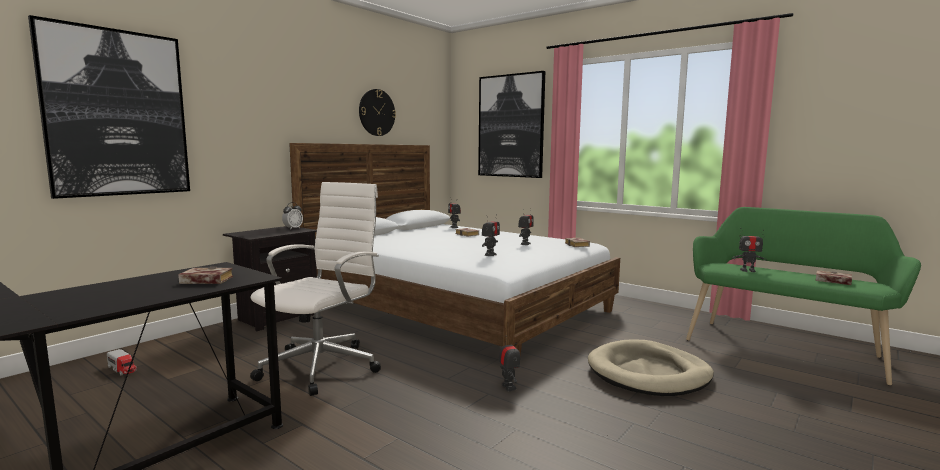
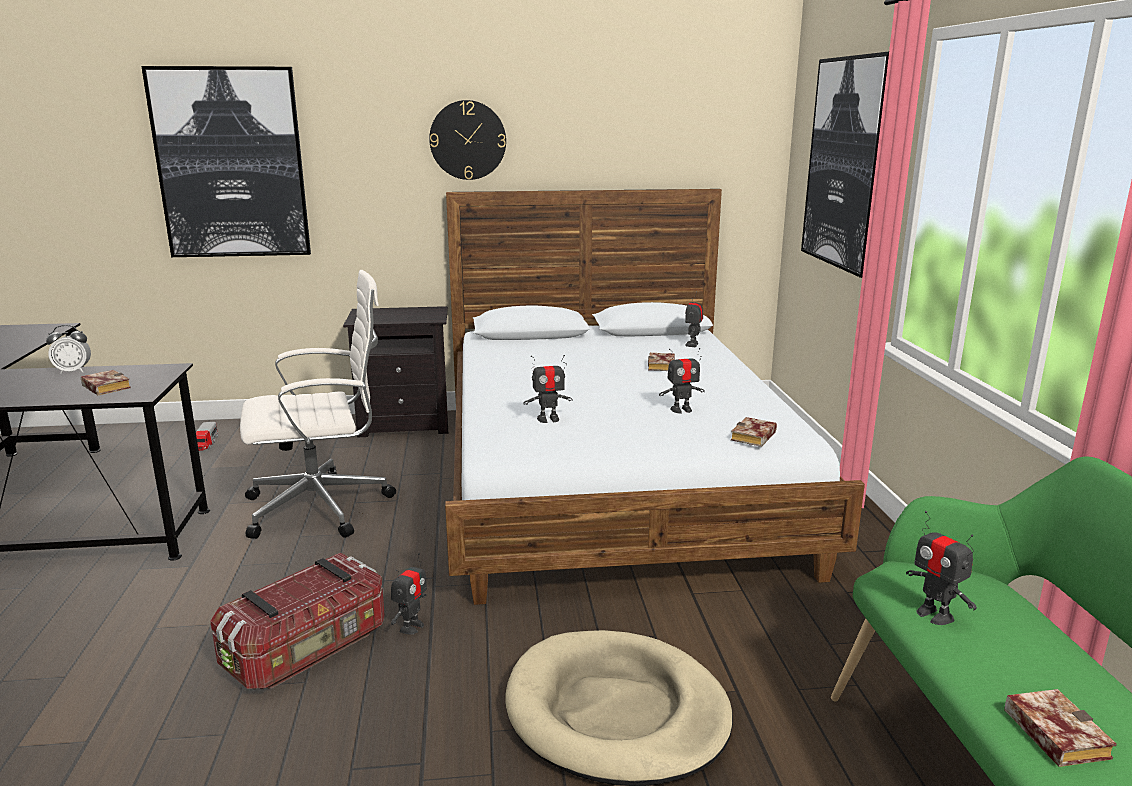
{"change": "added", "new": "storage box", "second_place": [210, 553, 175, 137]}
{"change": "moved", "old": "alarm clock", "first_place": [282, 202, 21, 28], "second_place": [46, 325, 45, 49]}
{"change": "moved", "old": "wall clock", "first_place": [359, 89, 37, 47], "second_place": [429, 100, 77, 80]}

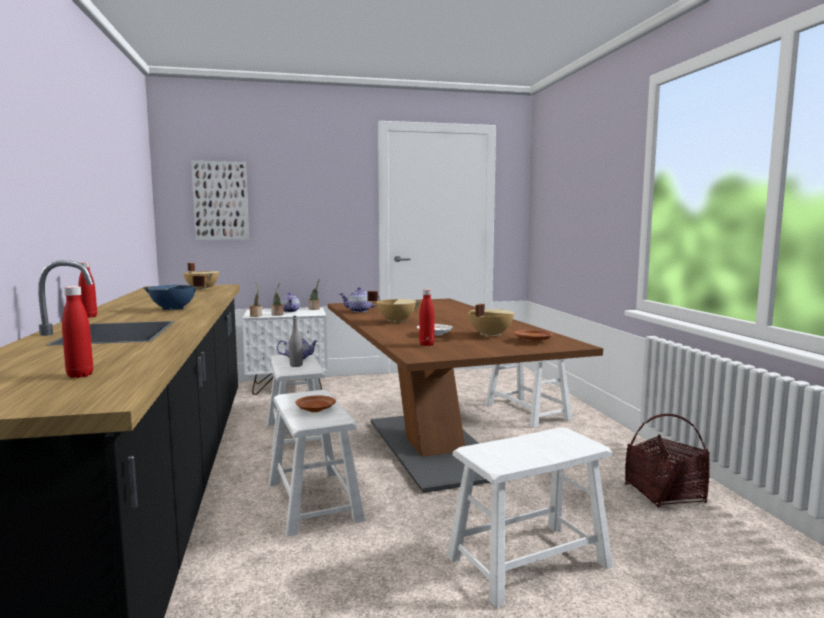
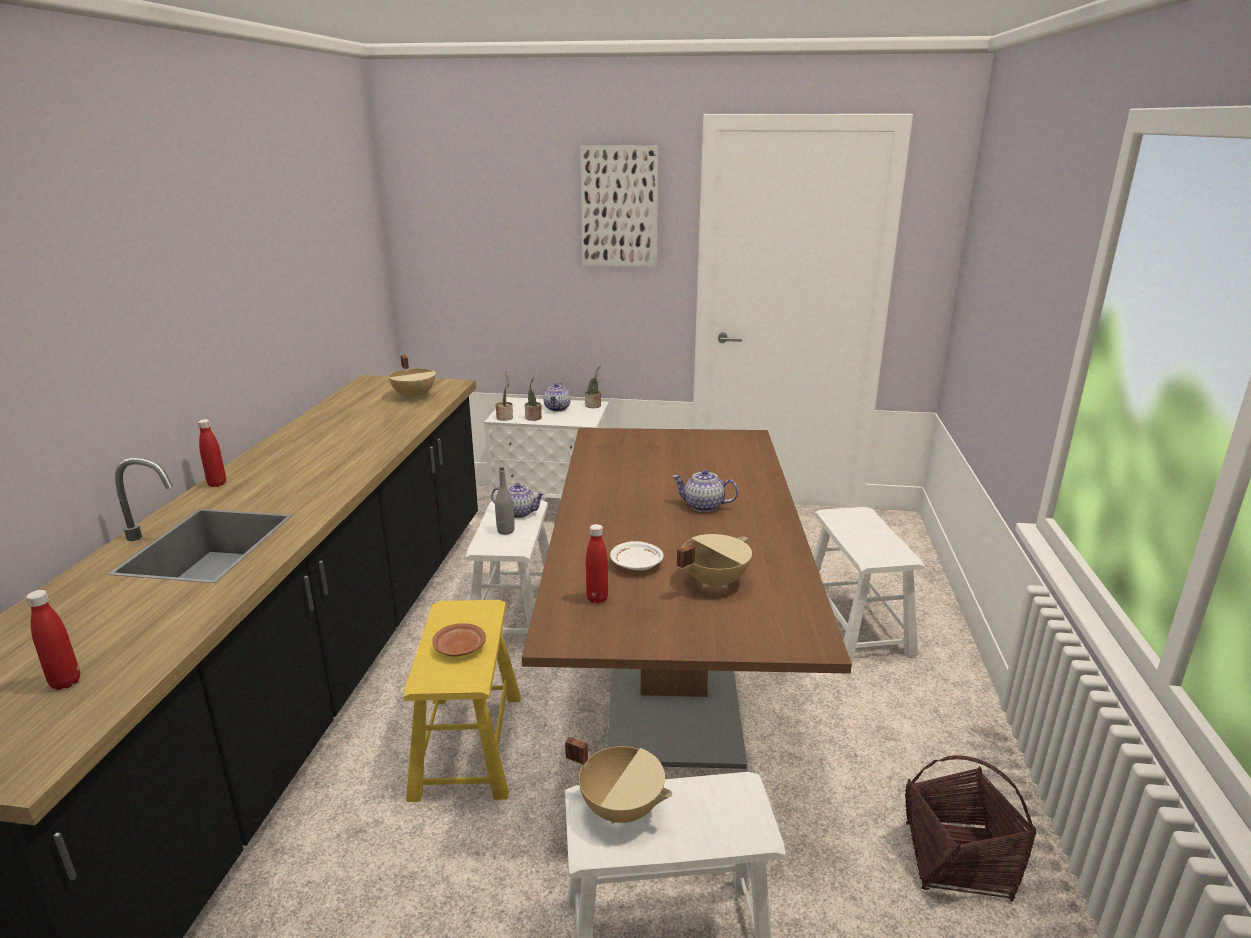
{"change": "removed", "old": "blue cooking pot", "first_place": [142, 276, 64, 35]}
{"change": "removed", "old": "brown plate", "first_place": [514, 330, 40, 12]}
{"change": "moved", "old": "picture", "first_place": [191, 161, 58, 79], "second_place": [580, 145, 79, 122]}
{"change": "moved", "old": "teapot", "first_place": [340, 287, 40, 25], "second_place": [672, 469, 66, 43]}
{"change": "moved", "old": "beige cooking pot", "first_place": [367, 291, 54, 32], "second_place": [565, 737, 107, 87]}
{"change": "recoloured", "old": "white stool", "new": "yellow stool", "first_place": [268, 390, 97, 147], "second_place": [403, 600, 118, 202]}

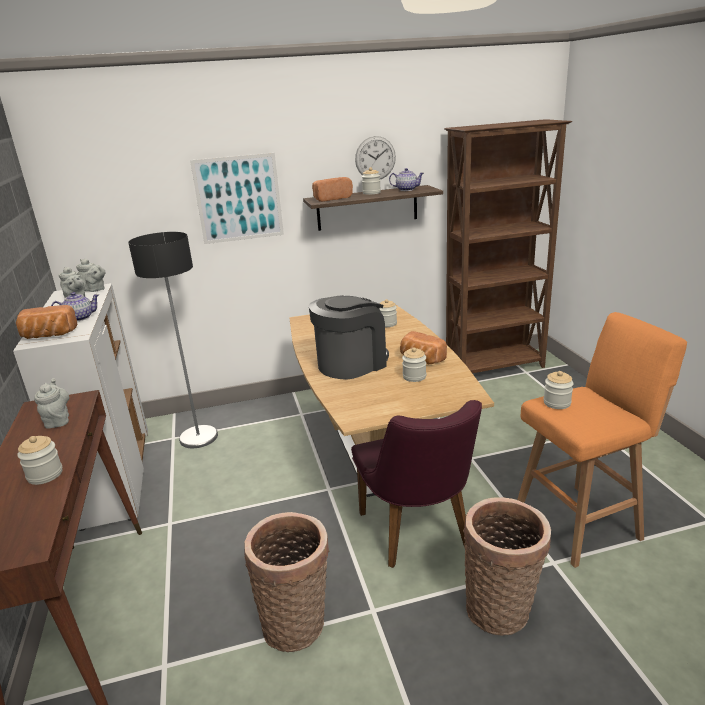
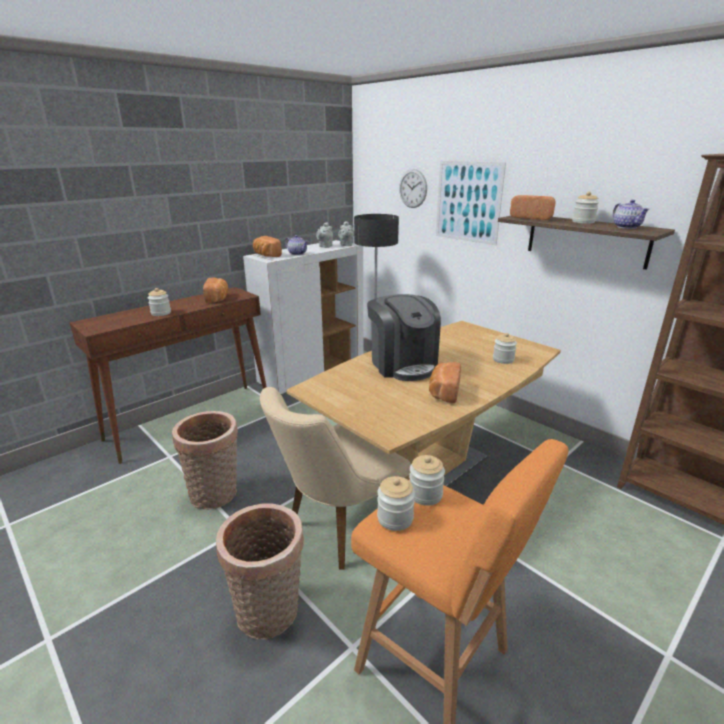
{"change": "moved", "old": "wall clock", "first_place": [355, 136, 41, 43], "second_place": [399, 169, 28, 39]}
{"change": "moved", "old": "jar", "first_place": [402, 347, 24, 35], "second_place": [377, 476, 38, 55]}
{"change": "replaced", "old": "grey teapot", "new": "bread", "first_place": [34, 378, 36, 51], "second_place": [203, 278, 25, 25]}
{"change": "recoloured", "old": "purple chair", "new": "beige chair", "first_place": [351, 400, 131, 168], "second_place": [260, 387, 151, 182]}
{"change": "turned", "old": "coffee machine", "first_place": [309, 295, 80, 85], "second_place": [367, 294, 74, 87], "degrees": 45}

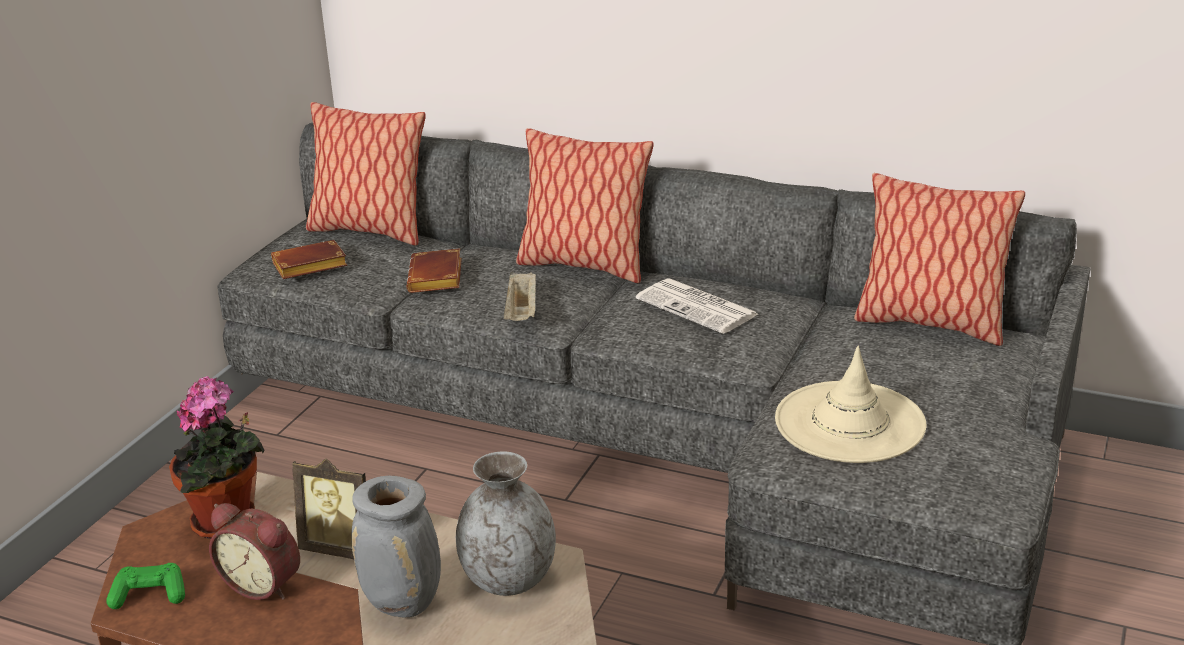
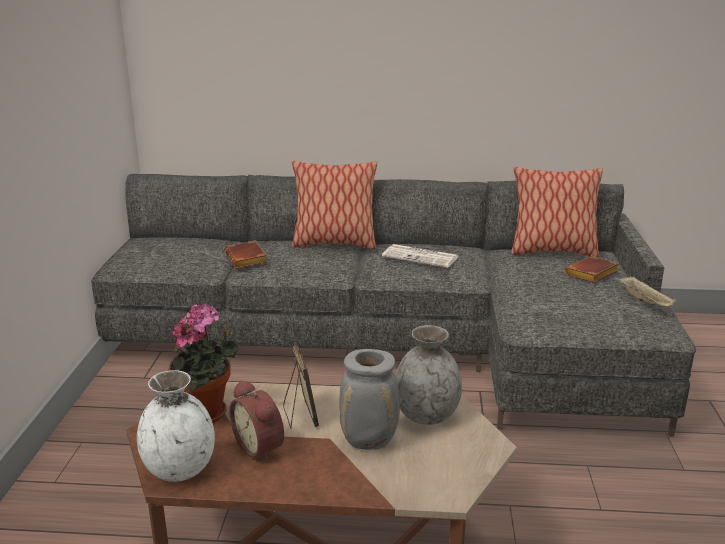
{"change": "removed", "old": "pillow", "first_place": [306, 102, 120, 144]}
{"change": "removed", "old": "beige hat", "first_place": [775, 346, 151, 117]}
{"change": "moved", "old": "brown book", "first_place": [271, 240, 76, 39], "second_place": [564, 256, 56, 27]}
{"change": "moved", "old": "beige tray", "first_place": [504, 271, 32, 50], "second_place": [618, 276, 58, 30]}
{"change": "replaced", "old": "green game controller", "new": "white vase", "first_place": [106, 563, 79, 46], "second_place": [137, 370, 78, 112]}
{"change": "turned", "old": "alarm clock", "first_place": [209, 503, 91, 97], "second_place": [229, 380, 55, 82], "degrees": 45}
{"change": "turned", "old": "picture frame", "first_place": [292, 458, 74, 101], "second_place": [283, 342, 36, 87], "degrees": -105}

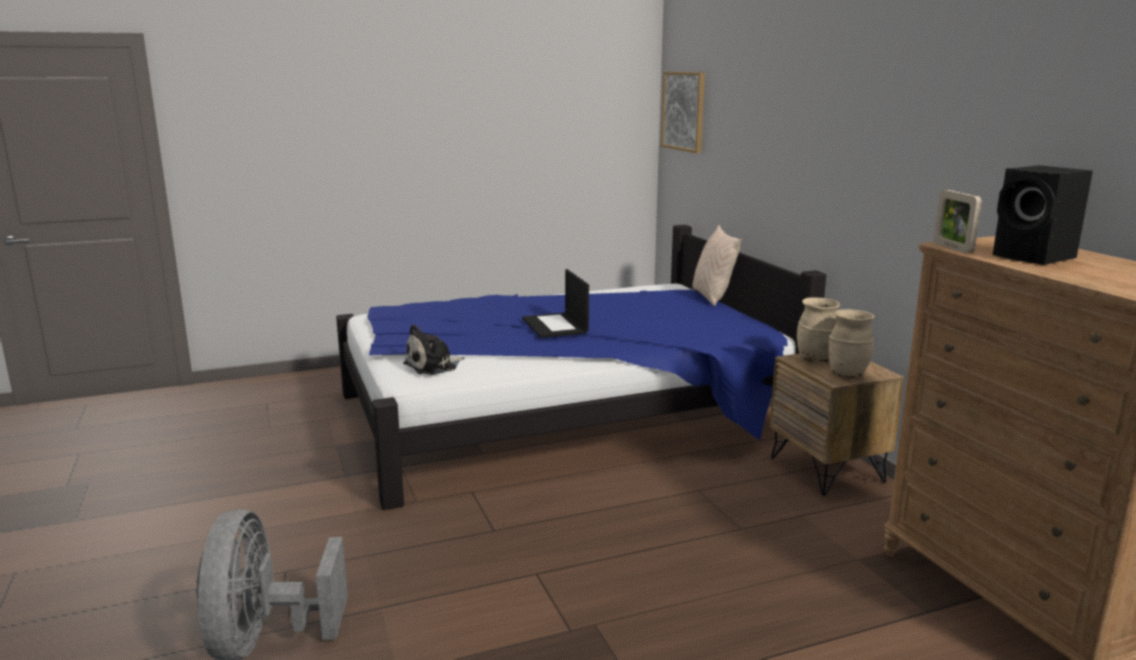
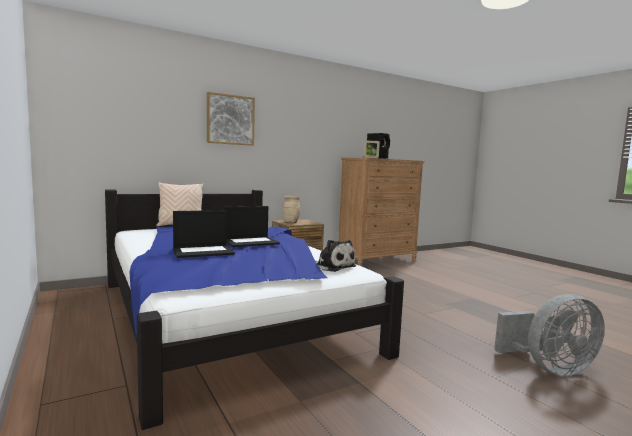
{"change": "removed", "old": "beige vase", "first_place": [829, 309, 46, 69]}
{"change": "added", "new": "laptop", "second_place": [173, 210, 62, 48]}
{"change": "moved", "old": "picture", "first_place": [661, 72, 44, 81], "second_place": [207, 92, 48, 54]}

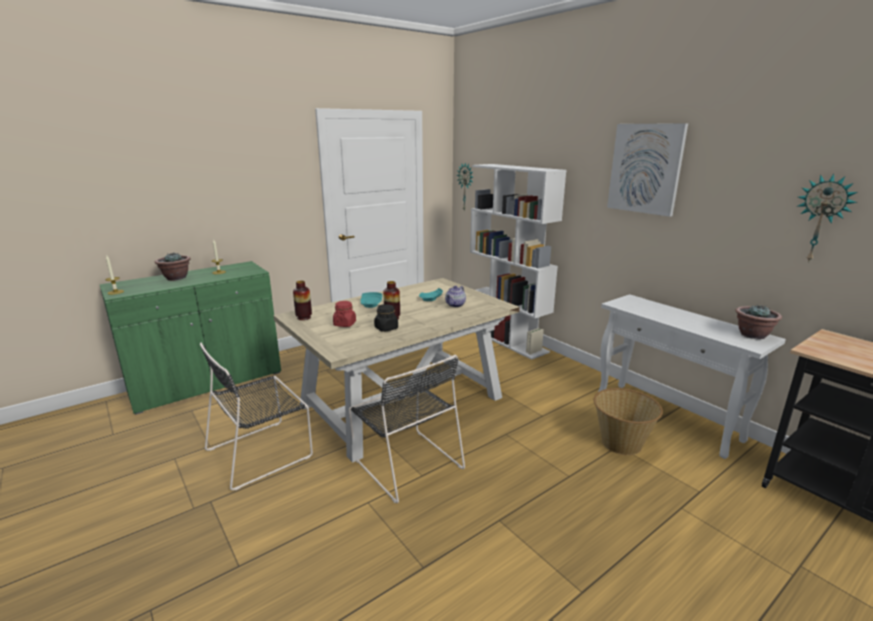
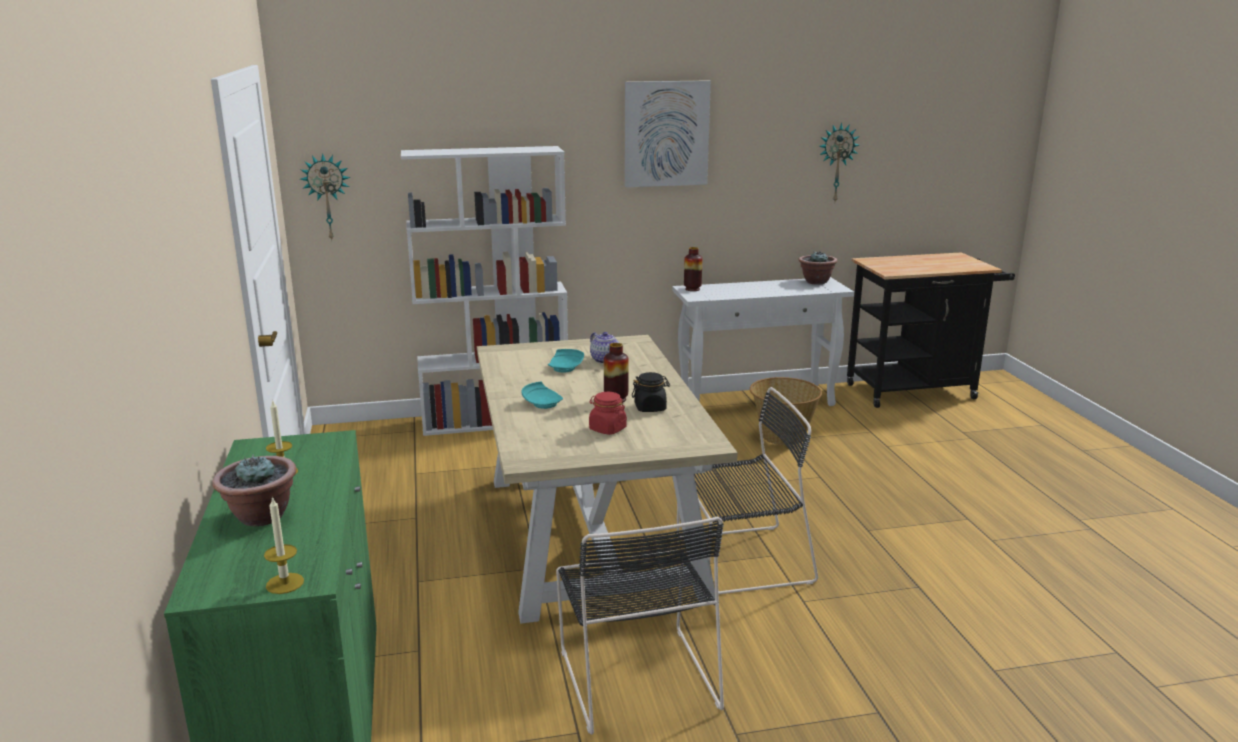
{"change": "moved", "old": "vase", "first_place": [293, 281, 19, 39], "second_place": [684, 247, 18, 44]}

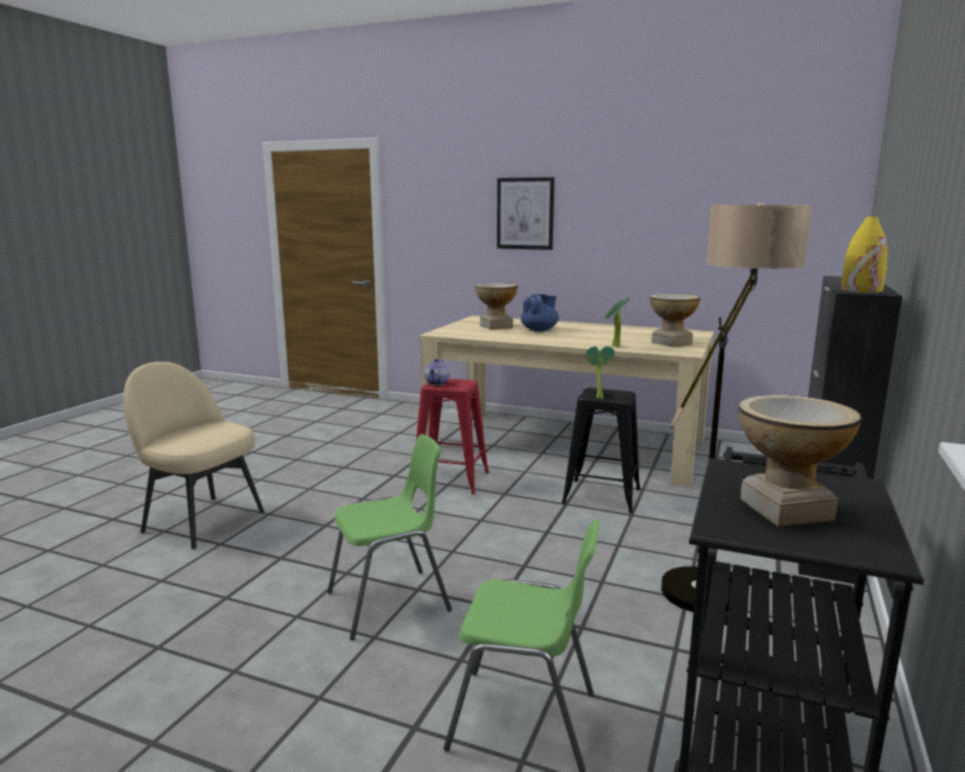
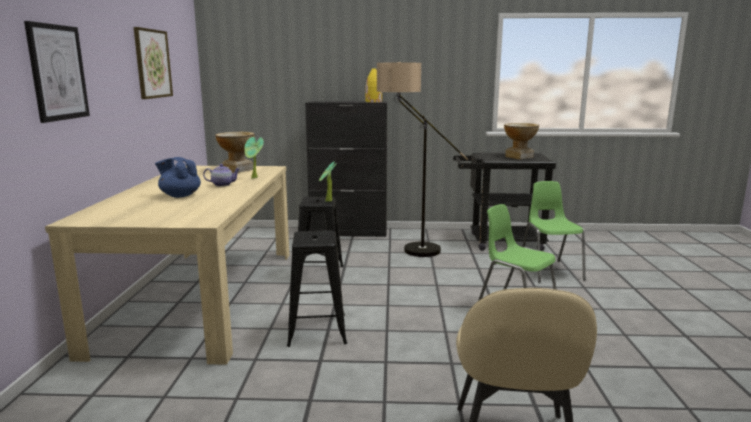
{"change": "removed", "old": "vase", "first_place": [475, 283, 43, 47]}
{"change": "added", "new": "picture", "second_place": [133, 27, 40, 72]}
{"change": "moved", "old": "teapot", "first_place": [424, 359, 26, 27], "second_place": [203, 164, 37, 22]}
{"change": "recoloured", "old": "red stool", "new": "black stool", "first_place": [416, 379, 73, 115], "second_place": [287, 230, 60, 117]}

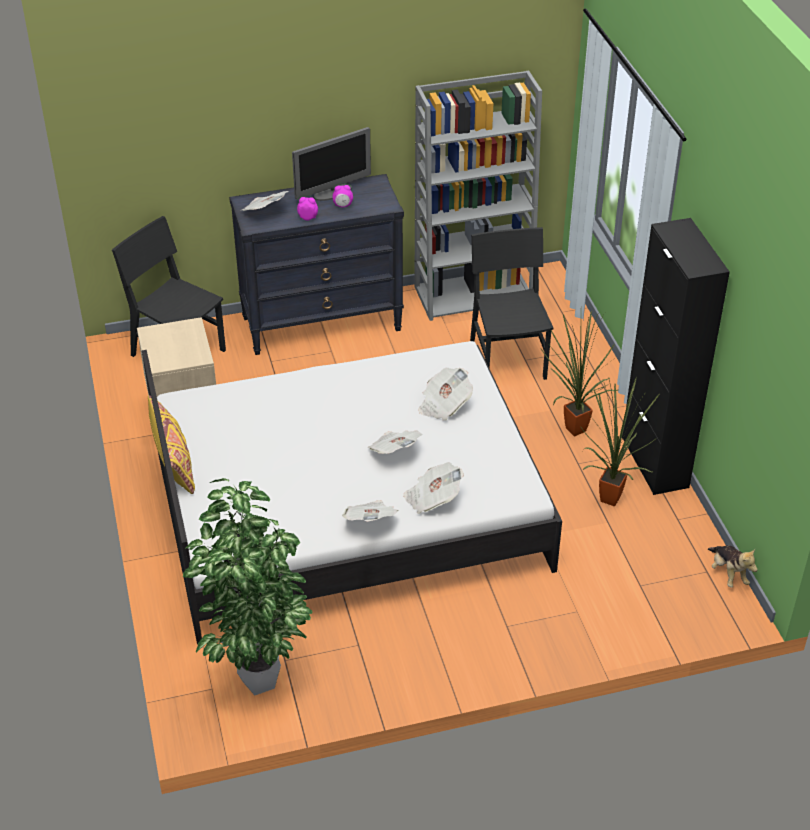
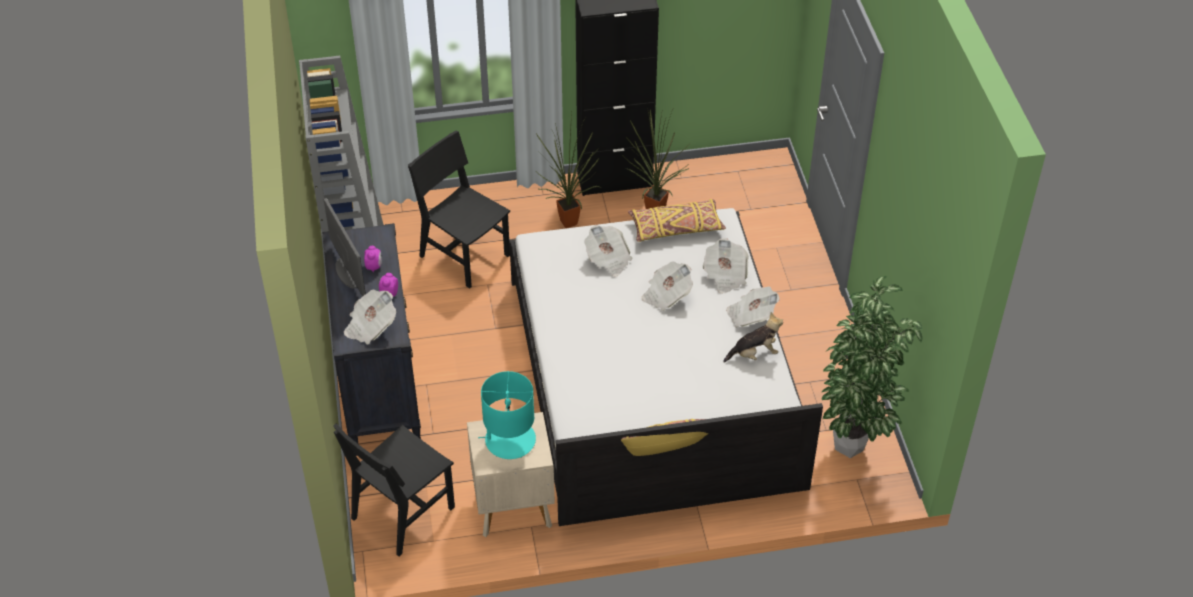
{"change": "added", "new": "turquoise table lamp", "second_place": [478, 371, 58, 88]}
{"change": "added", "new": "yellow pillow", "second_place": [628, 199, 98, 43]}
{"change": "moved", "old": "plush toy", "first_place": [708, 545, 50, 42], "second_place": [723, 312, 60, 51]}
{"change": "turned", "old": "black chair", "first_place": [470, 227, 84, 153], "second_place": [408, 130, 102, 158], "degrees": 45}

